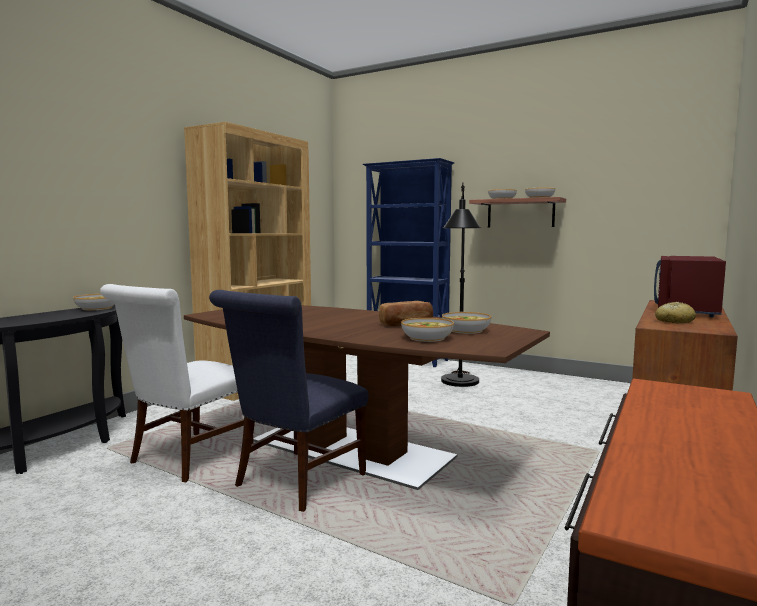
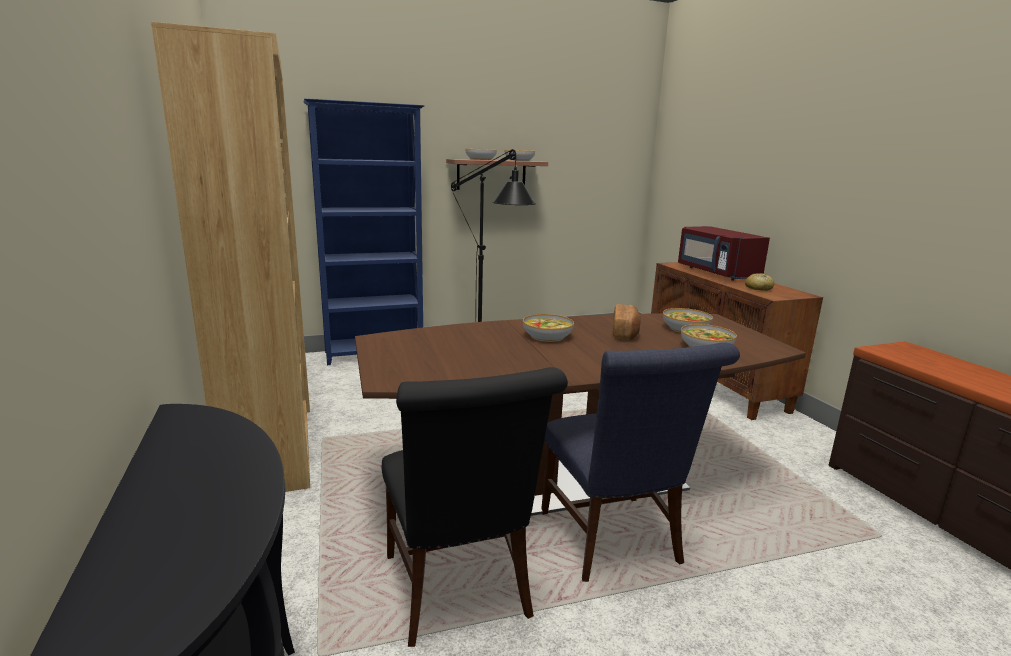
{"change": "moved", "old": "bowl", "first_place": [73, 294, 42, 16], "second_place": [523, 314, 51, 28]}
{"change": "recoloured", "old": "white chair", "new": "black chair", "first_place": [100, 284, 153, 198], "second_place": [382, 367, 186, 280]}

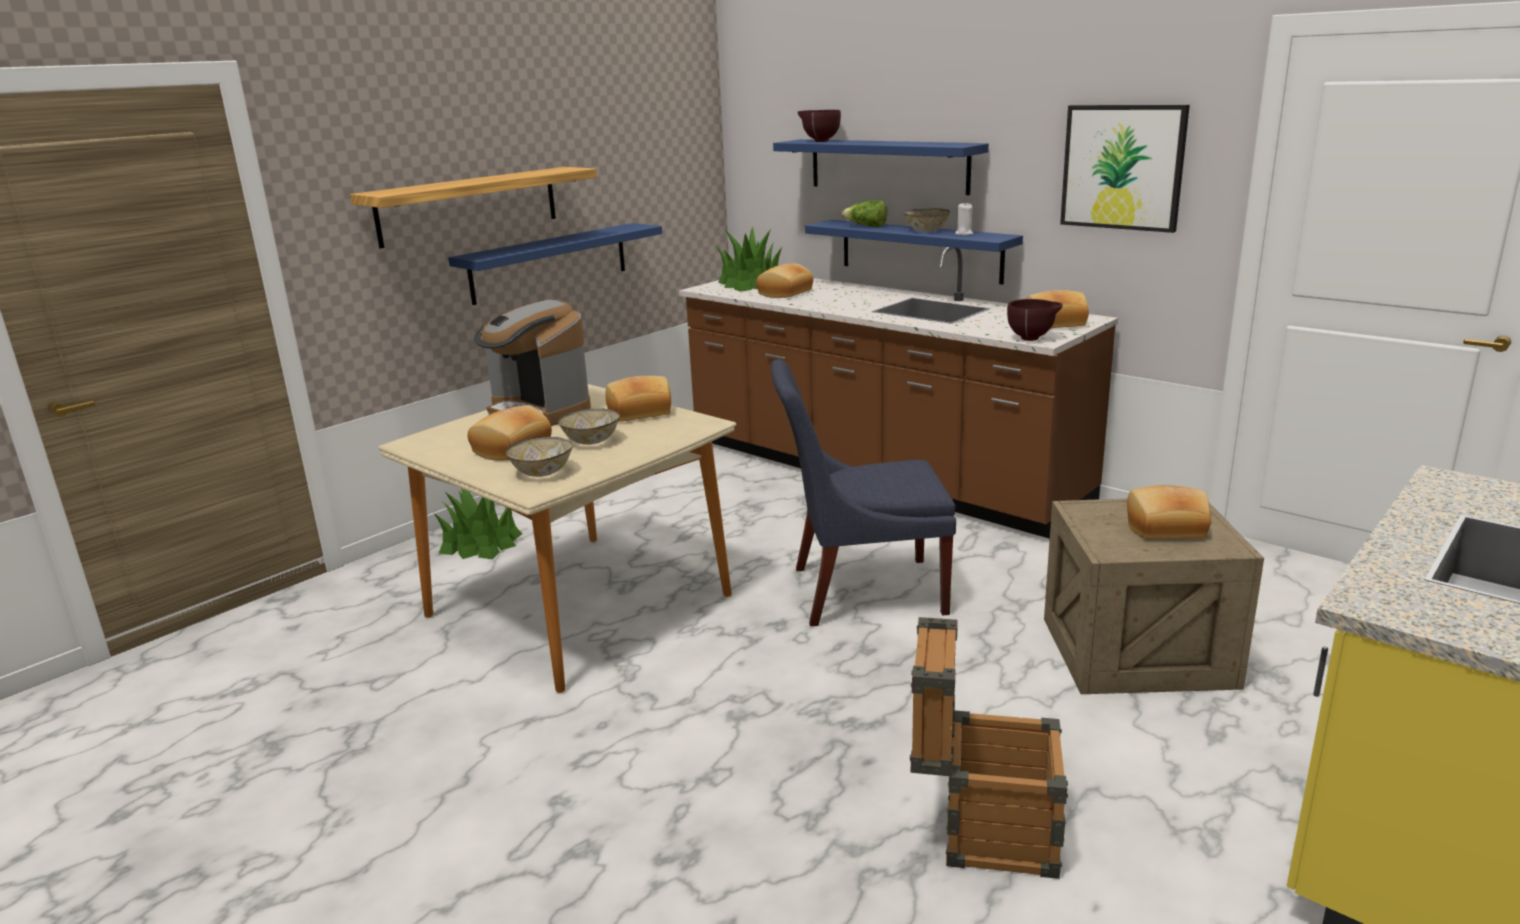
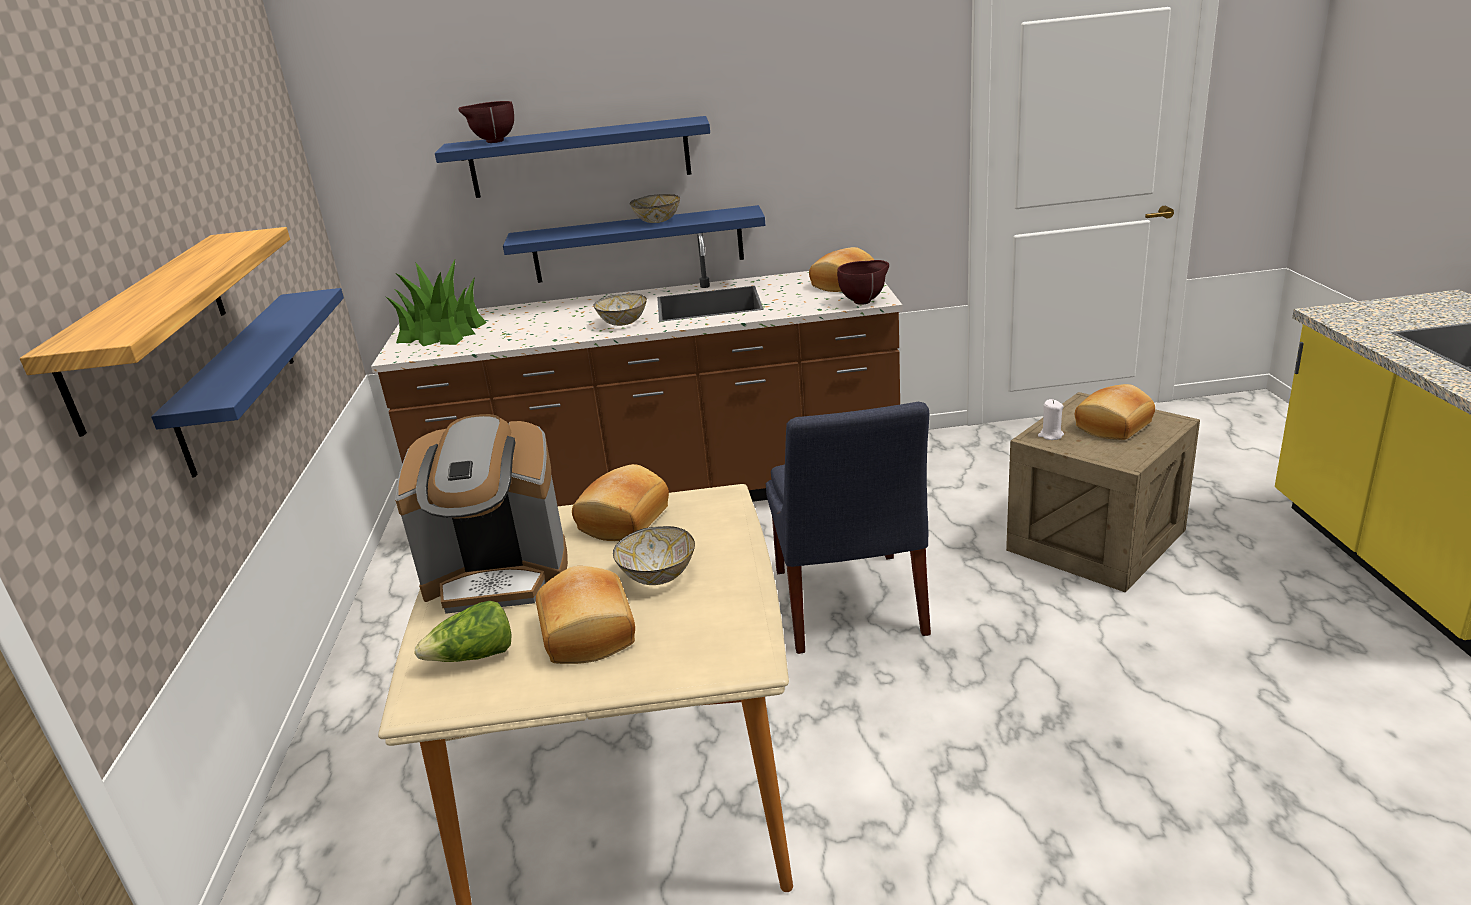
{"change": "removed", "old": "potted plant", "first_place": [435, 488, 87, 71]}
{"change": "removed", "old": "bread", "first_place": [756, 263, 57, 35]}
{"change": "removed", "old": "crate", "first_place": [910, 617, 158, 262]}
{"change": "removed", "old": "picture", "first_place": [1060, 105, 130, 128]}
{"change": "moved", "old": "bowl", "first_place": [505, 437, 68, 40], "second_place": [594, 293, 53, 33]}
{"change": "moved", "old": "lettuce", "first_place": [842, 200, 45, 27], "second_place": [414, 601, 98, 61]}
{"change": "moved", "old": "white candle", "first_place": [955, 203, 18, 32], "second_place": [1038, 399, 26, 41]}
{"change": "turned", "old": "blue chair", "first_place": [771, 360, 185, 266], "second_place": [766, 402, 165, 252], "degrees": -45}

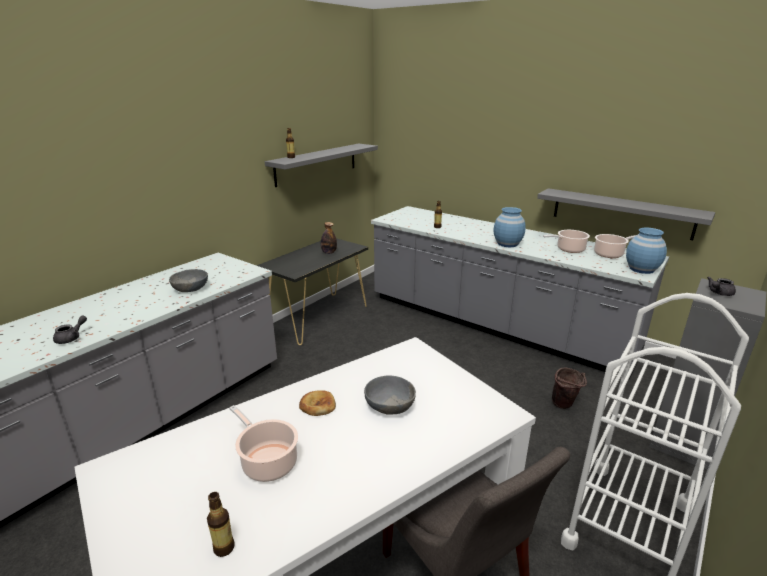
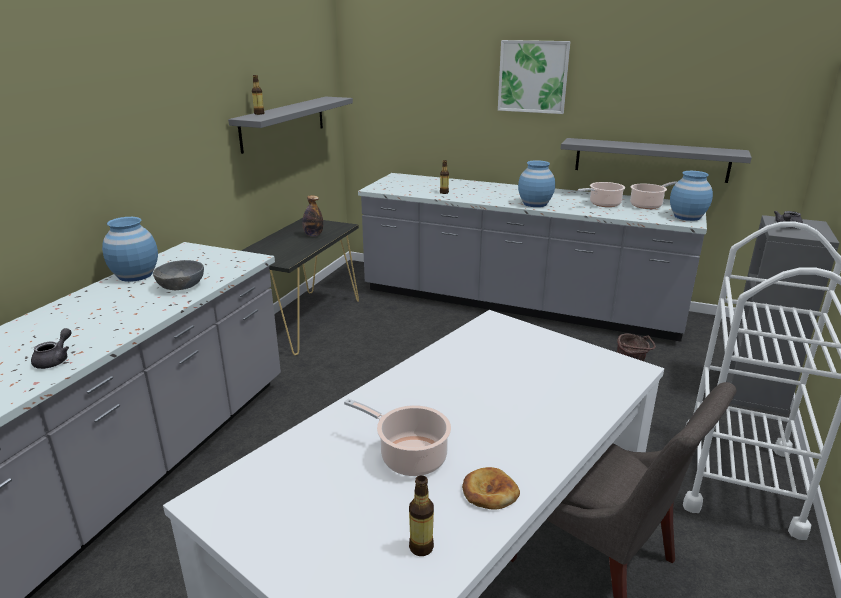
{"change": "removed", "old": "grey bowl", "first_place": [364, 375, 52, 40]}
{"change": "added", "new": "blue vase", "second_place": [102, 217, 56, 65]}
{"change": "added", "new": "picture", "second_place": [498, 40, 73, 74]}
{"change": "moved", "old": "bread", "first_place": [299, 390, 37, 26], "second_place": [462, 467, 58, 43]}

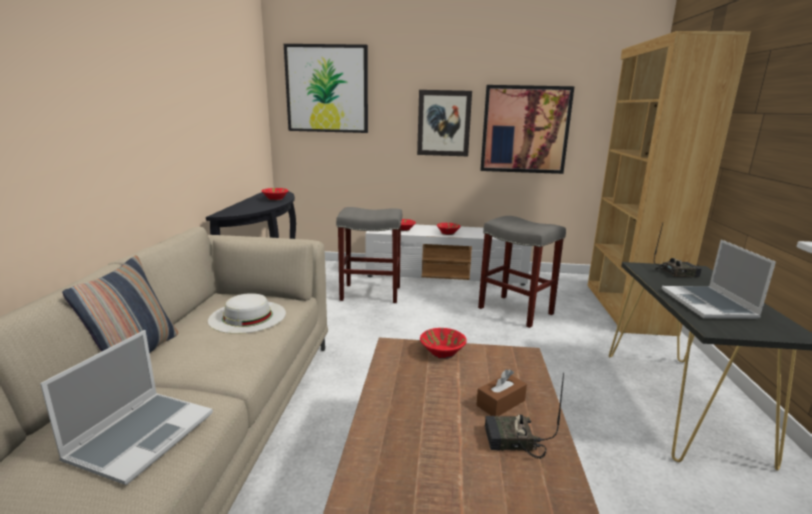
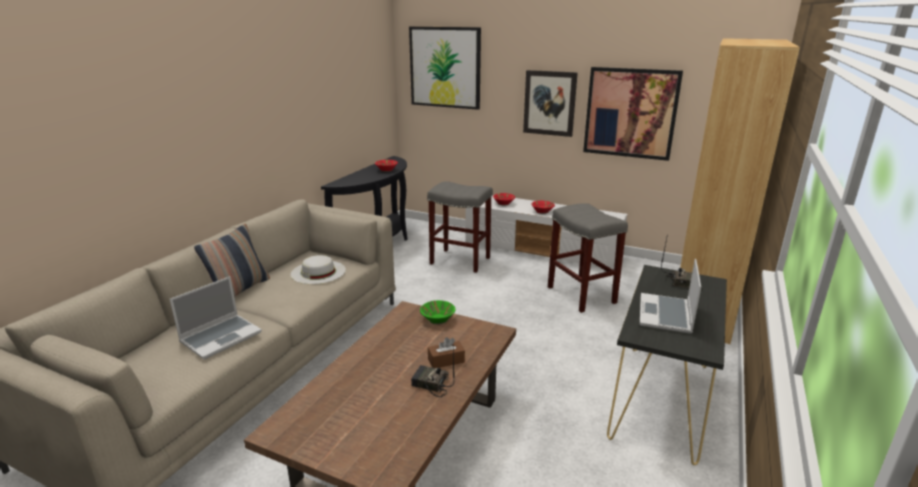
{"change": "recoloured", "old": "red bowl", "new": "green bowl", "first_place": [420, 328, 47, 31], "second_place": [420, 300, 36, 25]}

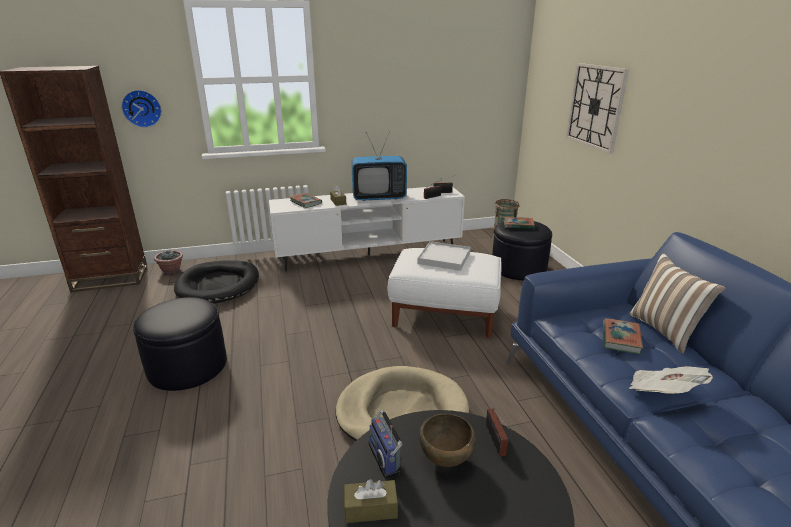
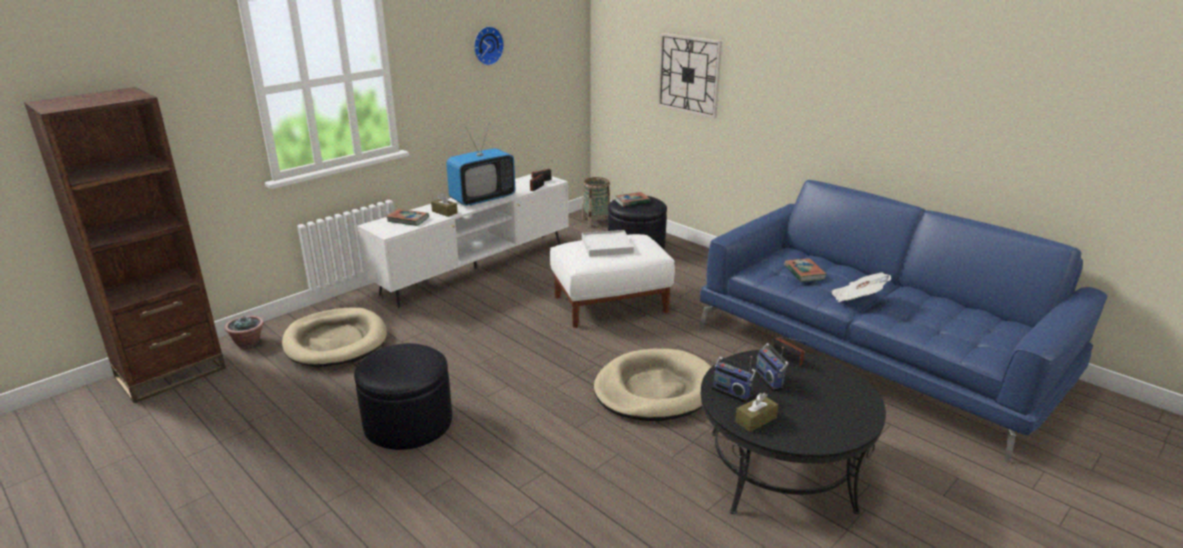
{"change": "removed", "old": "pillow", "first_place": [630, 253, 96, 101]}
{"change": "moved", "old": "wall clock", "first_place": [121, 90, 41, 38], "second_place": [474, 26, 30, 40]}
{"change": "replaced", "old": "brown bowl", "new": "radio", "first_place": [419, 414, 56, 53], "second_place": [755, 343, 34, 49]}
{"change": "recoloured", "old": "black dog bed", "new": "beige dog bed", "first_place": [174, 260, 85, 44], "second_place": [282, 307, 105, 60]}

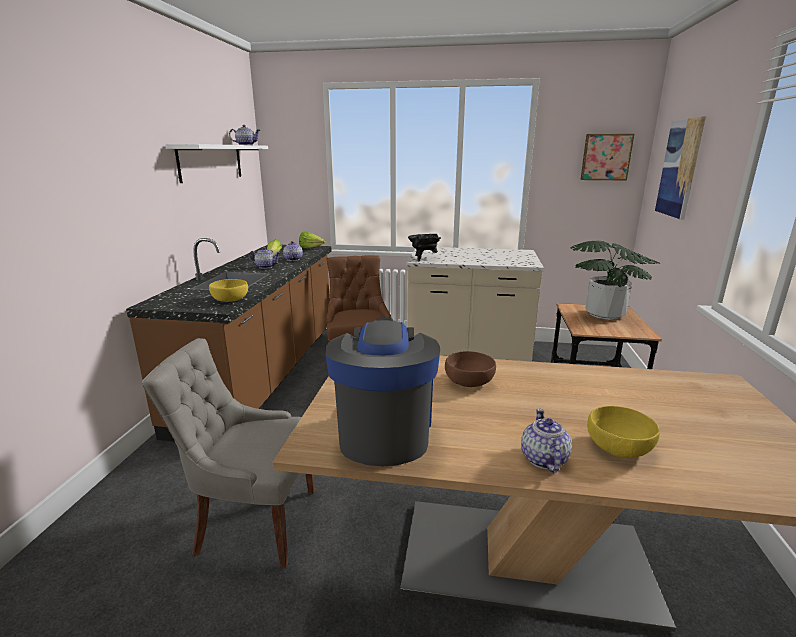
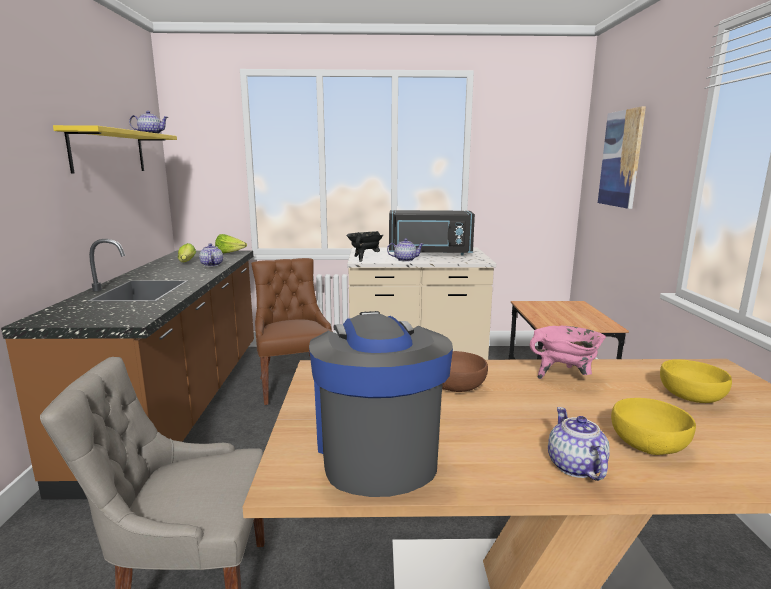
{"change": "removed", "old": "potted plant", "first_place": [570, 241, 91, 79]}
{"change": "removed", "old": "picture", "first_place": [580, 134, 55, 47]}
{"change": "added", "new": "black microwave", "second_place": [389, 210, 86, 45]}
{"change": "added", "new": "pink cooking pot", "second_place": [530, 326, 76, 53]}
{"change": "moved", "old": "yellow bowl", "first_place": [209, 279, 39, 23], "second_place": [660, 359, 72, 44]}
{"change": "moved", "old": "teapot", "first_place": [249, 247, 32, 22], "second_place": [387, 238, 36, 24]}
{"change": "recoloured", "old": "white shelf", "new": "yellow shelf", "first_place": [165, 144, 103, 39], "second_place": [53, 125, 124, 49]}

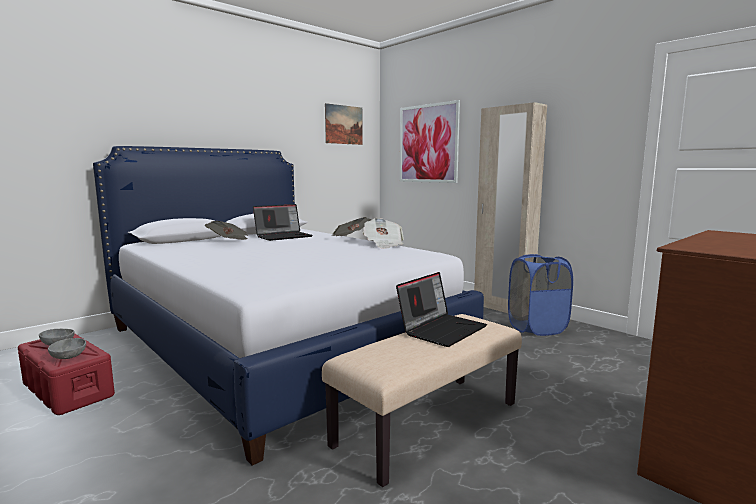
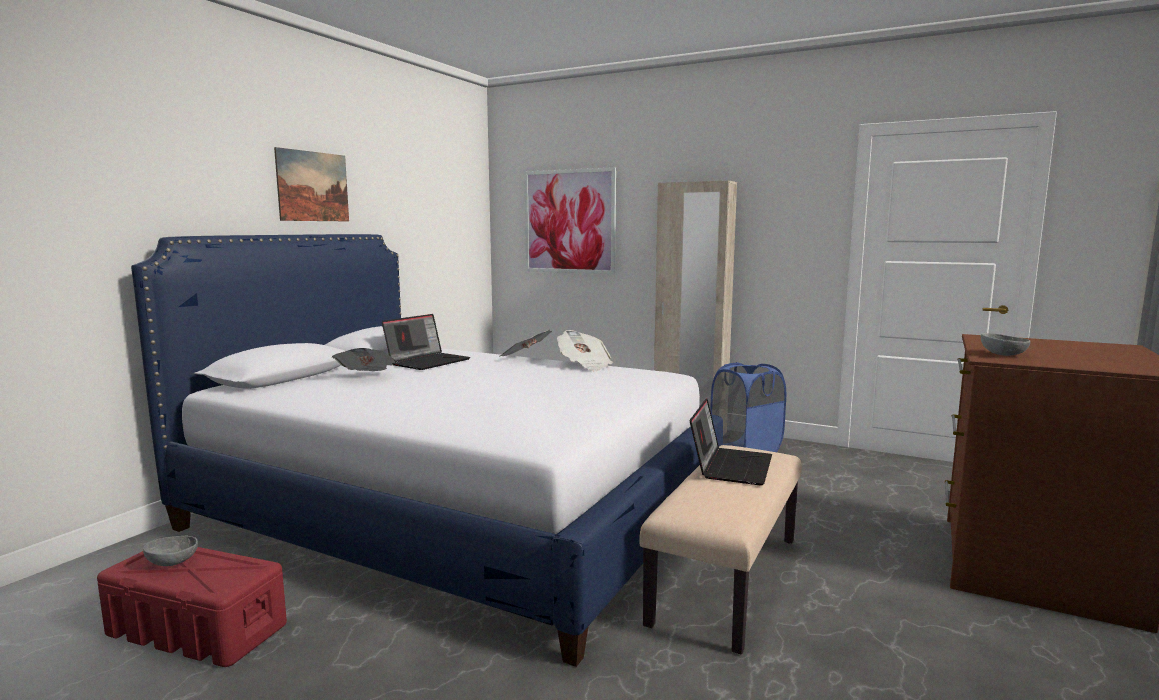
{"change": "moved", "old": "grey bowl", "first_place": [48, 338, 38, 21], "second_place": [981, 333, 50, 23]}
{"change": "moved", "old": "picture", "first_place": [325, 103, 38, 42], "second_place": [274, 147, 75, 74]}

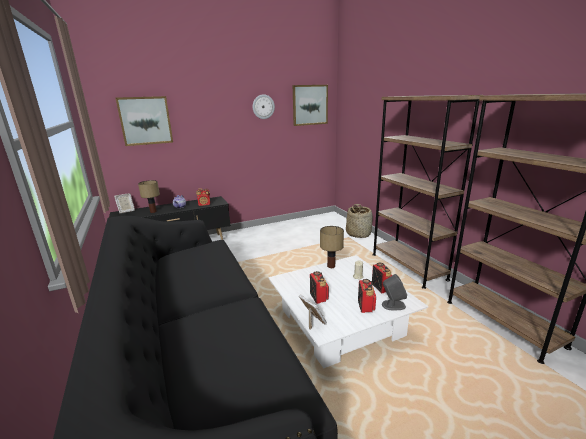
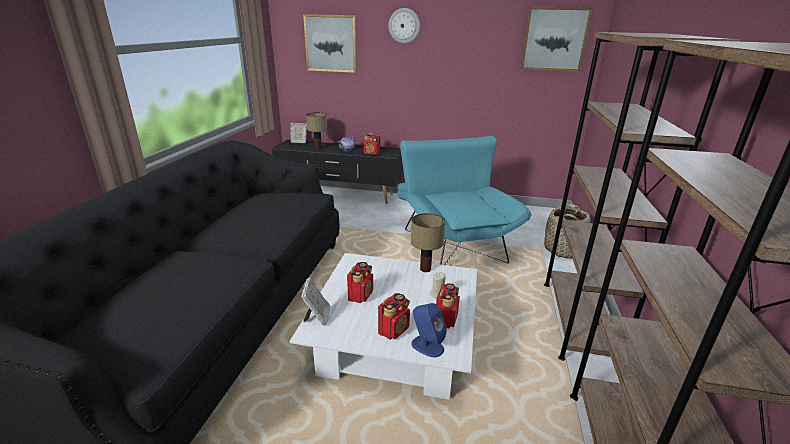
{"change": "added", "new": "turquoise armchair", "second_place": [397, 136, 135, 129]}
{"change": "moved", "old": "wall clock", "first_place": [253, 94, 22, 25], "second_place": [389, 8, 31, 35]}
{"change": "recoloured", "old": "grey speaker", "new": "blue speaker", "first_place": [382, 274, 25, 36], "second_place": [411, 303, 36, 55]}

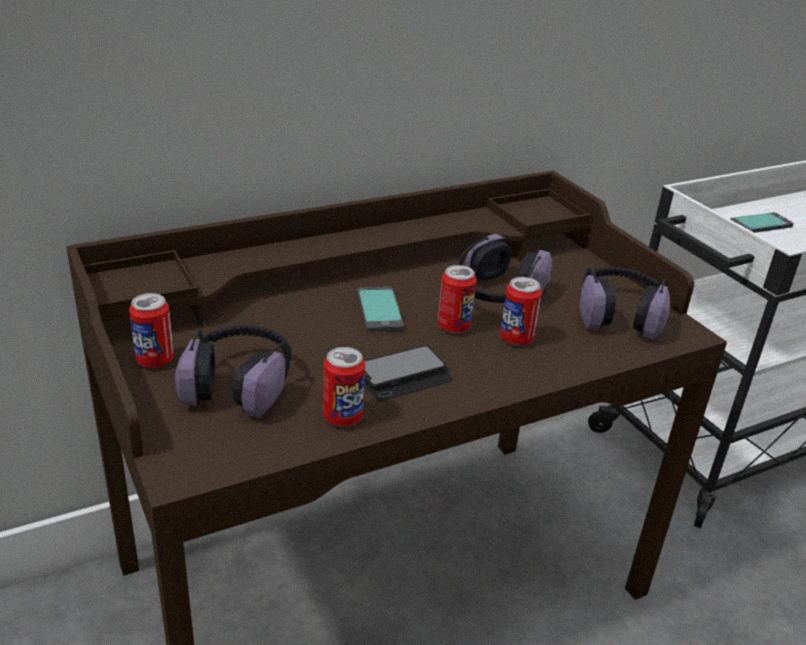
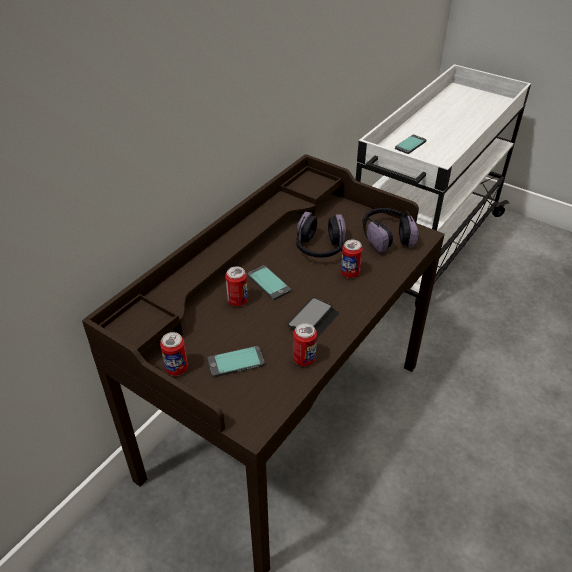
{"change": "moved", "old": "can", "first_place": [438, 265, 39, 68], "second_place": [225, 266, 23, 40]}
{"change": "replaced", "old": "headphones", "new": "phone", "first_place": [175, 325, 116, 93], "second_place": [208, 346, 57, 31]}

